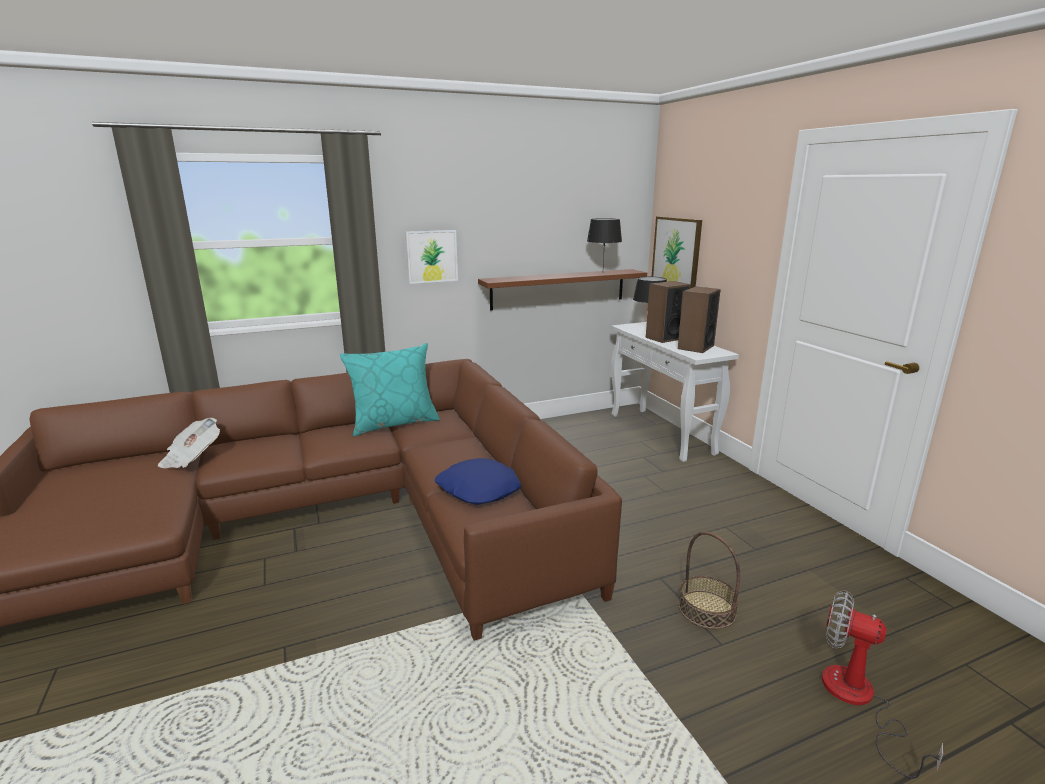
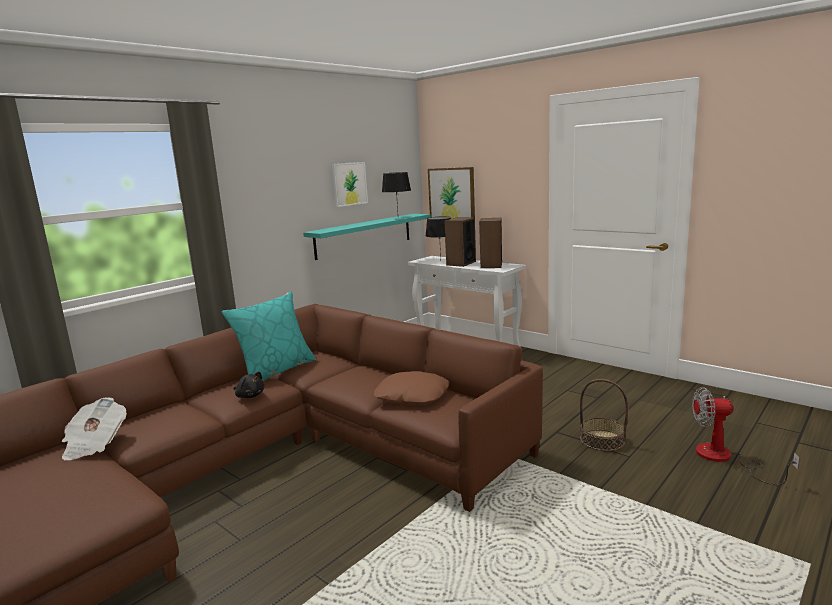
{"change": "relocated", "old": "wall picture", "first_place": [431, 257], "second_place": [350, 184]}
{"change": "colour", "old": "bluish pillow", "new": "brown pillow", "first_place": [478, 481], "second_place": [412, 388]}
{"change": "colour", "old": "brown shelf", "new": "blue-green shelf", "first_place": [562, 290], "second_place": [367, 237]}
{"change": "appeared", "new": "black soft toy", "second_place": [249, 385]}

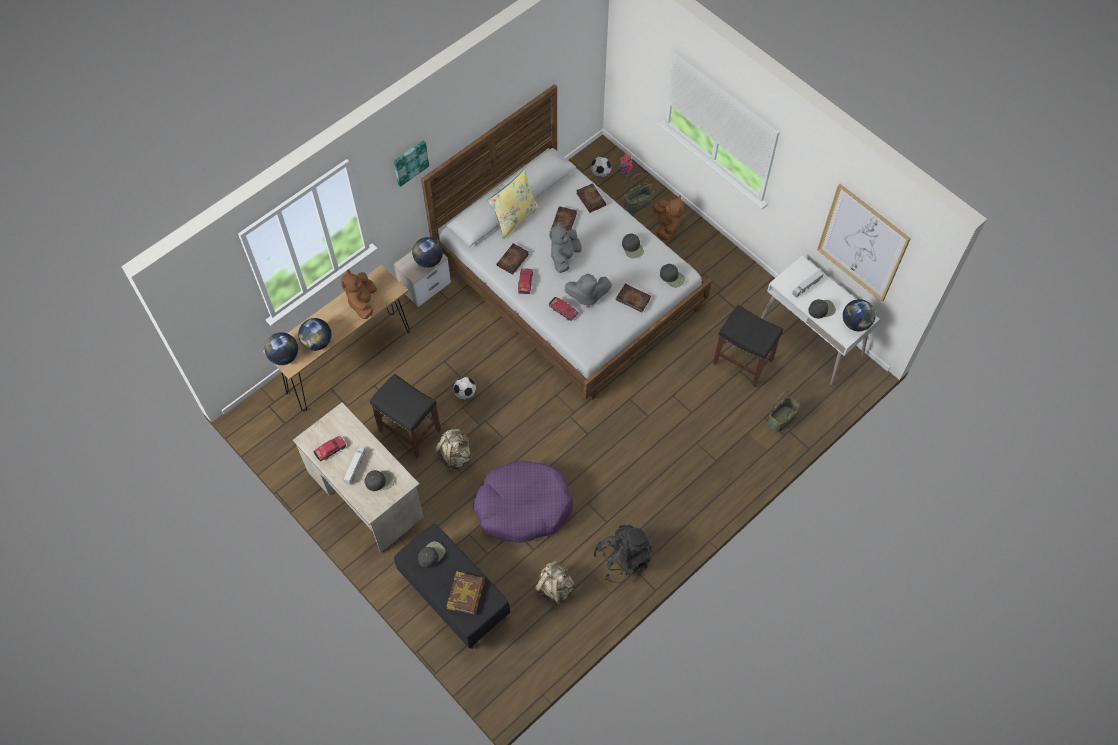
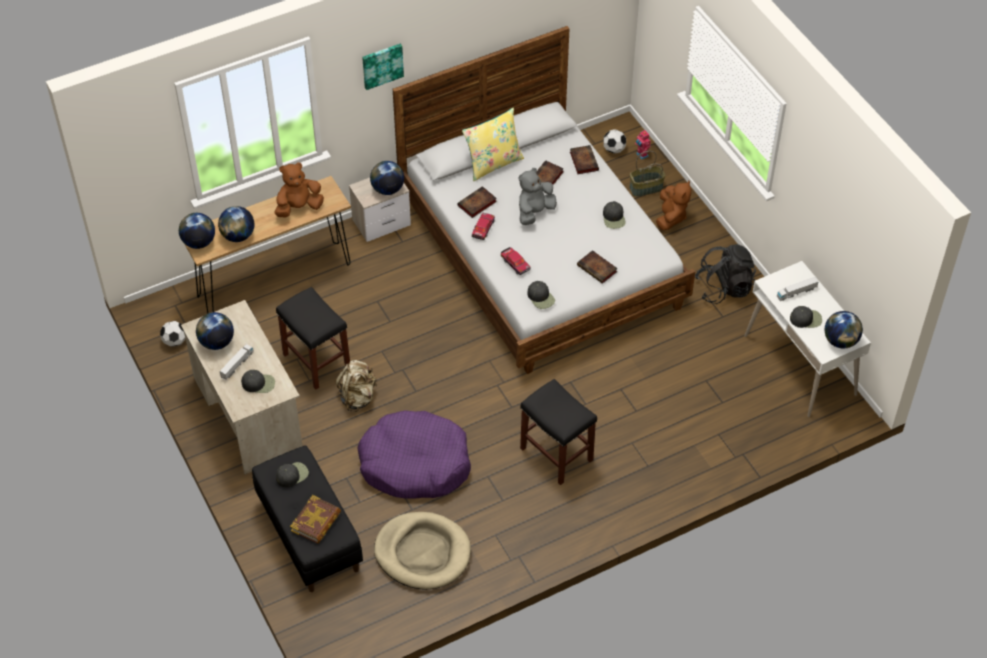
{"change": "exchanged", "old": "miniature car", "new": "world globe", "first_place": [330, 448], "second_place": [215, 331]}
{"change": "spun", "old": "brown soft toy", "first_place": [359, 294], "second_place": [299, 190], "degrees": 45}
{"change": "relocated", "old": "ball for football", "first_place": [464, 388], "second_place": [172, 334]}
{"change": "exchanged", "old": "beige rucksack", "new": "beige pet bed", "first_place": [554, 584], "second_place": [422, 551]}
{"change": "missing", "old": "gray soft toy", "first_place": [588, 291]}
{"change": "relocated", "old": "black rucksack", "first_place": [622, 554], "second_place": [725, 274]}
{"change": "relocated", "old": "black cap", "first_place": [672, 276], "second_place": [541, 295]}
{"change": "relocated", "old": "black sitting stool", "first_place": [748, 346], "second_place": [558, 432]}
{"change": "missing", "old": "storage basket", "first_place": [784, 411]}
{"change": "missing", "old": "wall picture", "first_place": [864, 243]}

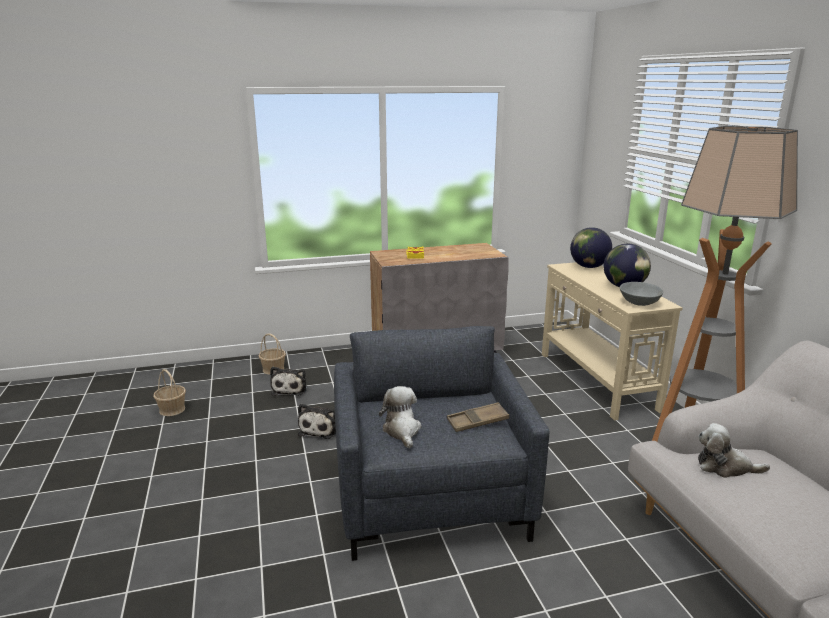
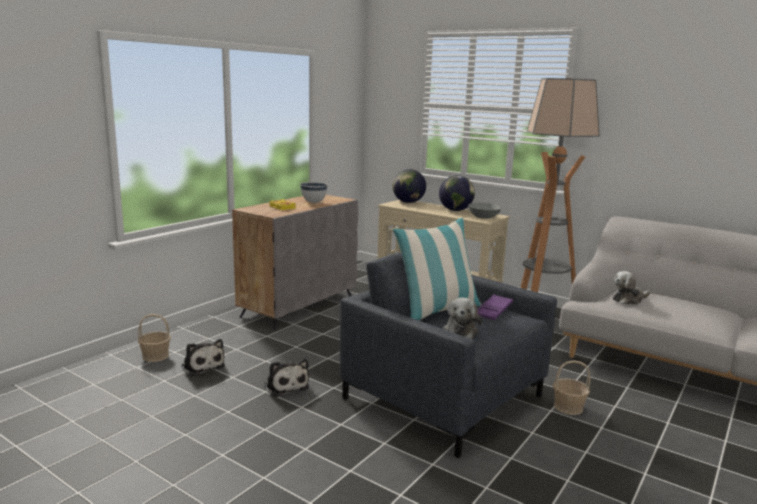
{"change": "relocated", "old": "storage basket", "first_place": [169, 392], "second_place": [572, 387]}
{"change": "spun", "old": "soft toy", "first_place": [400, 417], "second_place": [462, 318], "degrees": -120}
{"change": "colour", "old": "brown carrying tray", "new": "purple carrying tray", "first_place": [478, 417], "second_place": [495, 307]}
{"change": "appeared", "new": "white bowl", "second_place": [314, 192]}
{"change": "appeared", "new": "pillow", "second_place": [437, 269]}

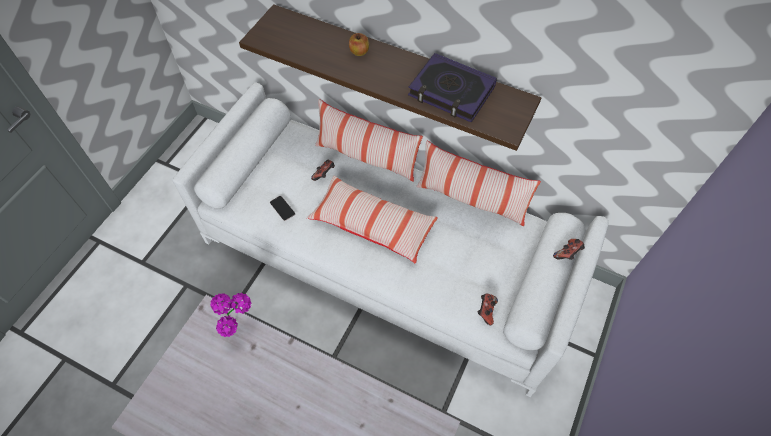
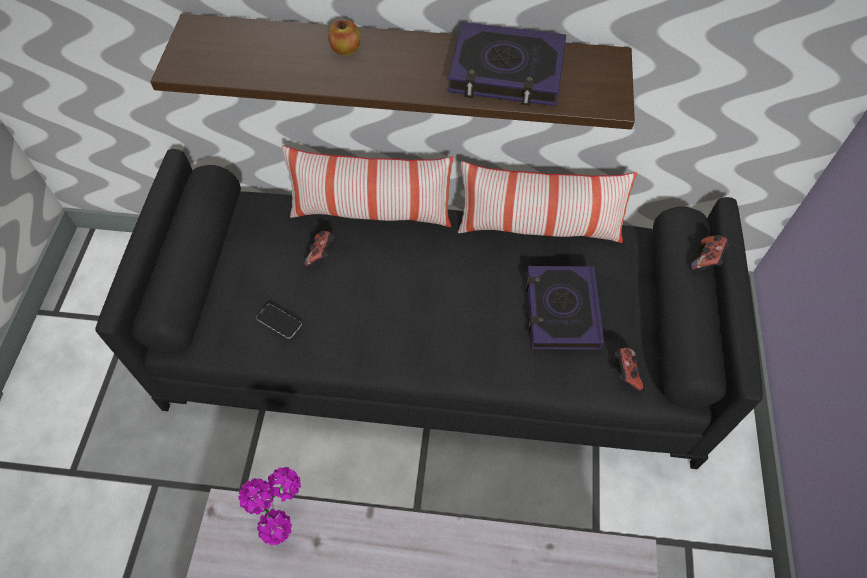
{"change": "colour", "old": "white sofa", "new": "black sofa", "first_place": [390, 240], "second_place": [429, 309]}
{"change": "missing", "old": "pillow", "first_place": [372, 220]}
{"change": "appeared", "new": "volume", "second_place": [565, 308]}

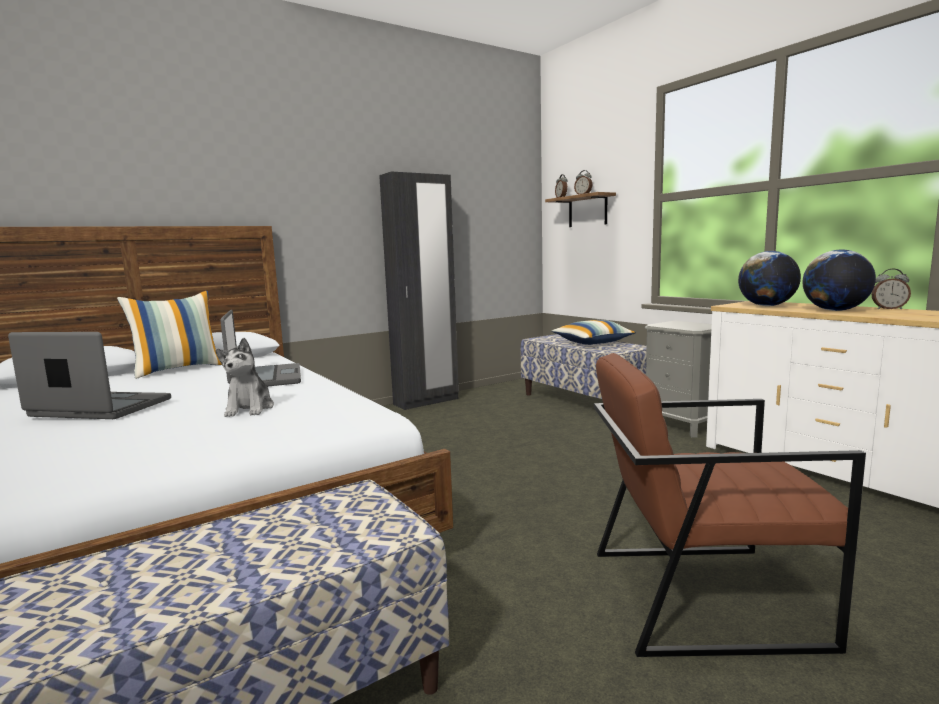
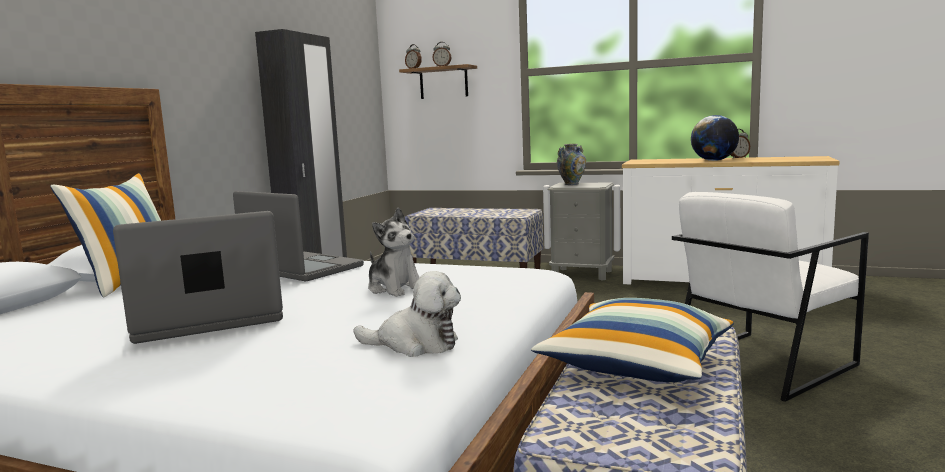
{"change": "relocated", "old": "pillow", "first_place": [594, 332], "second_place": [632, 340]}
{"change": "colour", "old": "brown lounge chair", "new": "white lounge chair", "first_place": [730, 505], "second_place": [770, 297]}
{"change": "missing", "old": "world globe", "first_place": [769, 278]}
{"change": "appeared", "new": "soft toy", "second_place": [407, 314]}
{"change": "appeared", "new": "decorative vase", "second_place": [571, 164]}

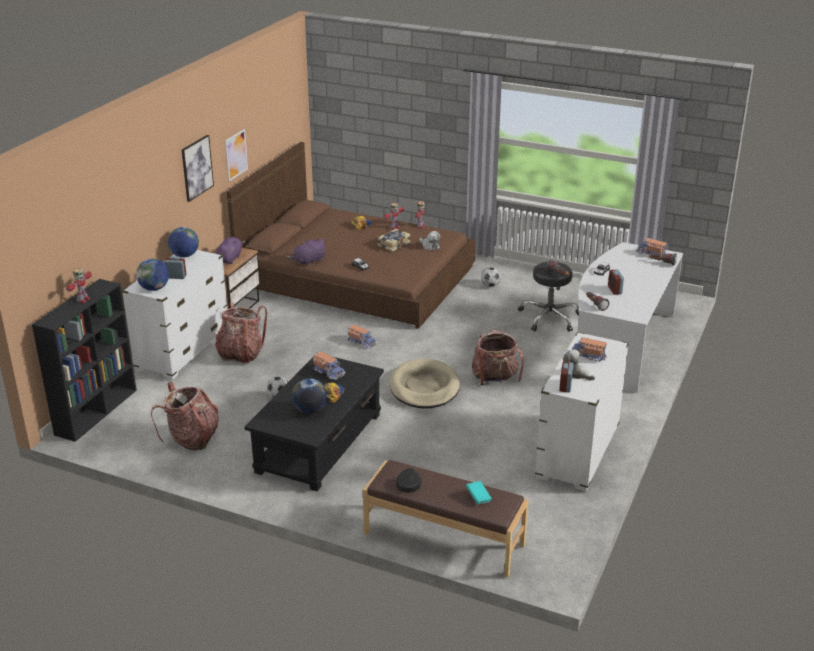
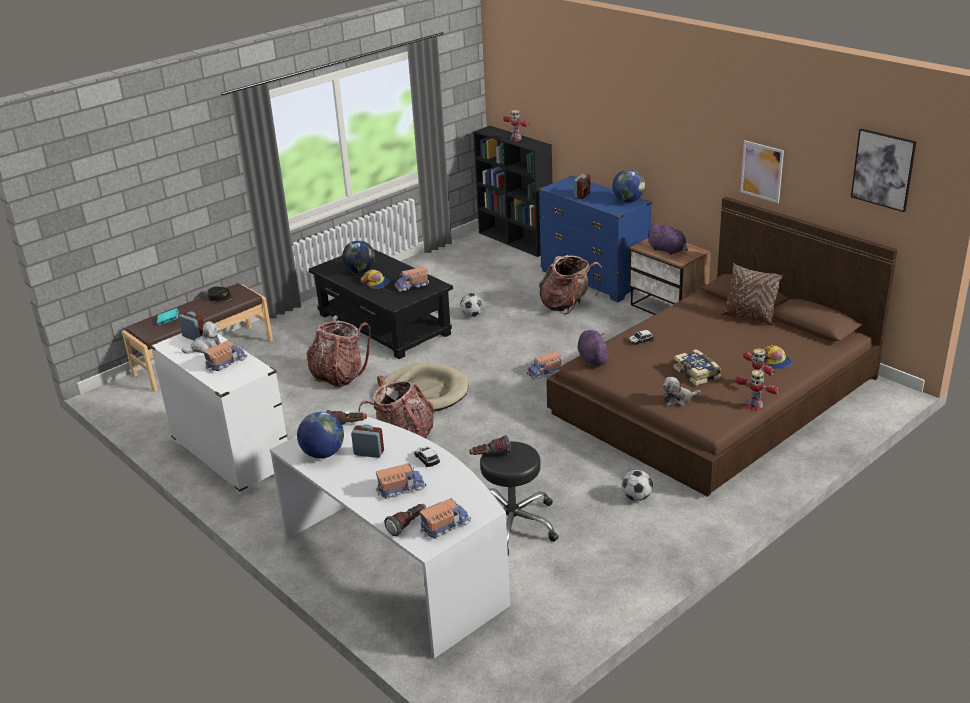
{"change": "colour", "old": "white drawer chest", "new": "bluish drawer chest", "first_place": [175, 315], "second_place": [595, 238]}
{"change": "relocated", "old": "world globe", "first_place": [152, 275], "second_place": [320, 435]}
{"change": "relocated", "old": "rucksack", "first_place": [185, 416], "second_place": [338, 351]}
{"change": "relocated", "old": "wall picture", "first_place": [198, 168], "second_place": [883, 170]}
{"change": "relocated", "old": "purple soft toy", "first_place": [306, 252], "second_place": [593, 348]}
{"change": "appeared", "new": "toy lorry", "second_place": [401, 481]}
{"change": "appeared", "new": "brown pillow", "second_place": [752, 294]}

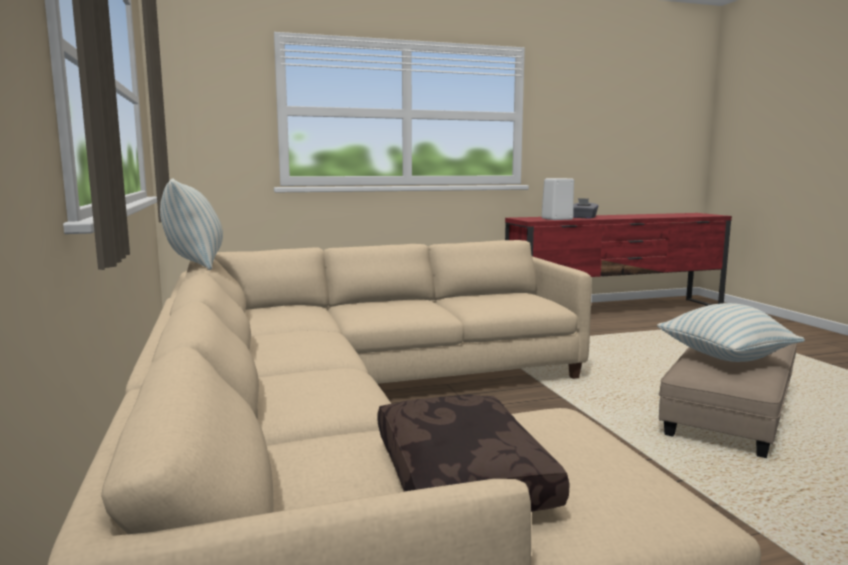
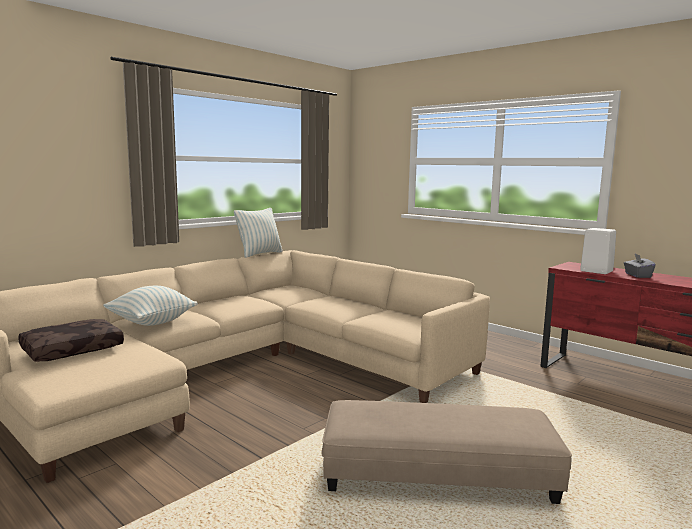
{"change": "relocated", "old": "pillow", "first_place": [731, 332], "second_place": [150, 306]}

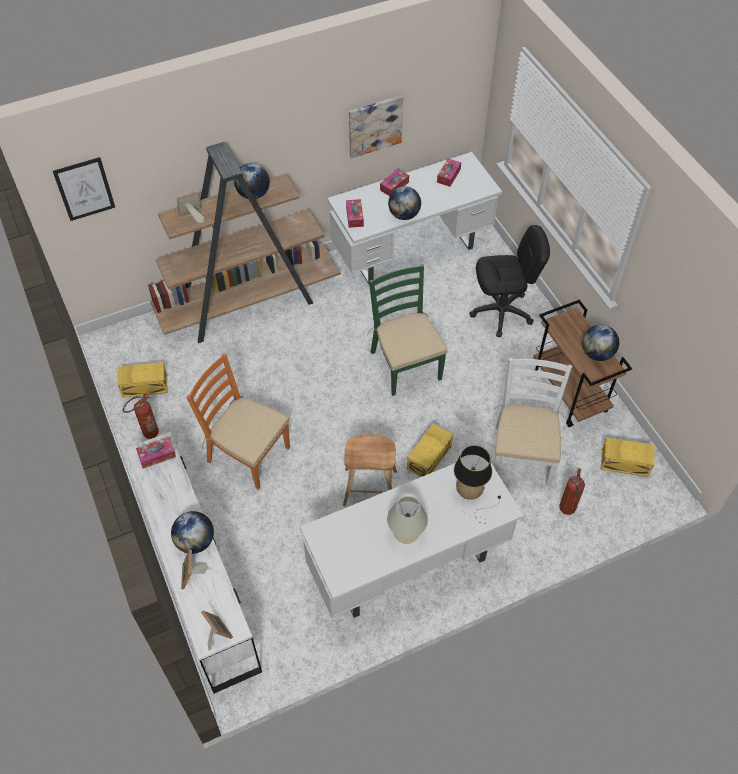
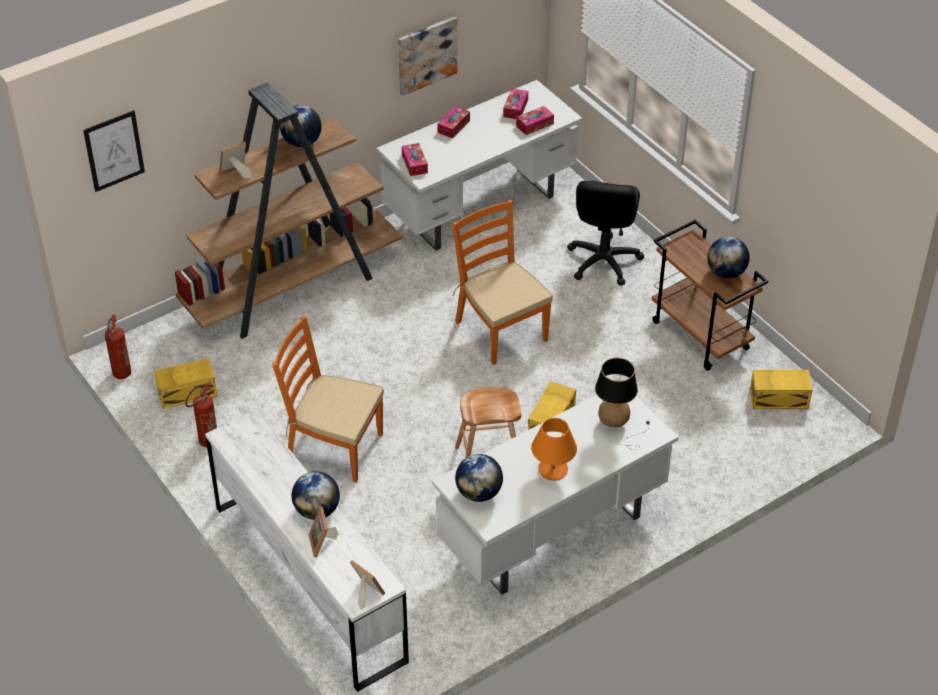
{"change": "relocated", "old": "tissue holder", "first_place": [156, 452], "second_place": [535, 120]}
{"change": "colour", "old": "greenish upright chair", "new": "orange-coloured upright chair", "first_place": [407, 330], "second_place": [502, 282]}
{"change": "colour", "old": "beige tabletop lamp", "new": "orange-coloured tabletop lamp", "first_place": [407, 520], "second_place": [554, 449]}
{"change": "relocated", "old": "world globe", "first_place": [404, 203], "second_place": [479, 478]}
{"change": "spun", "old": "black office chair", "first_place": [509, 281], "second_place": [605, 233], "degrees": 120}
{"change": "missing", "old": "white upright chair", "first_place": [533, 422]}
{"change": "relocated", "old": "fire-fighting cylinder", "first_place": [572, 491], "second_place": [118, 347]}

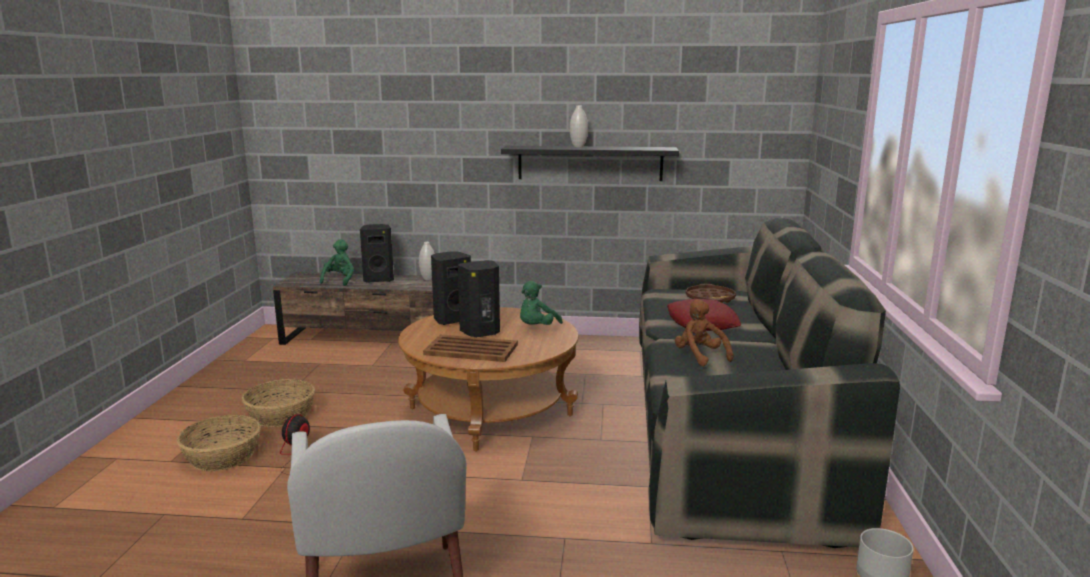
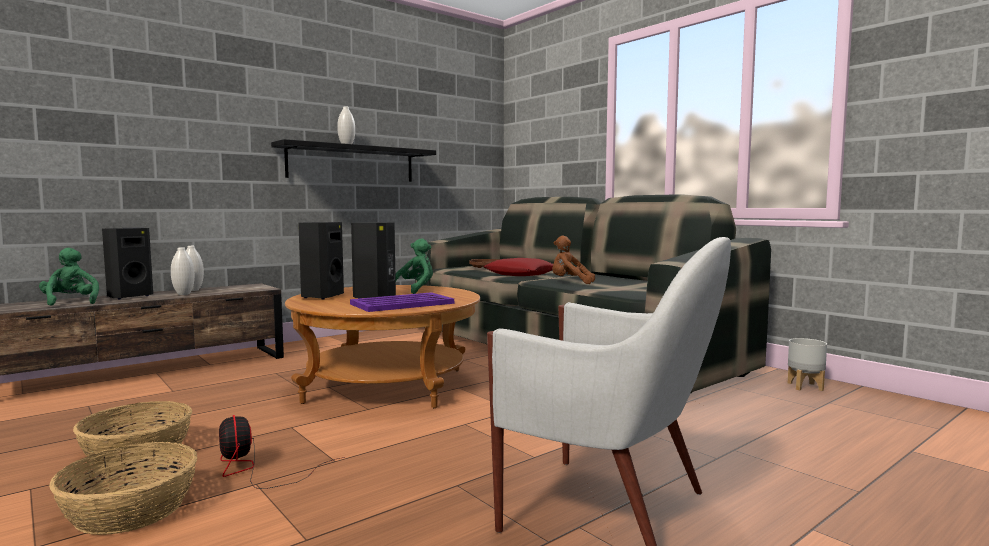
{"change": "colour", "old": "brown carrying tray", "new": "purple carrying tray", "first_place": [470, 348], "second_place": [402, 302]}
{"change": "spun", "old": "greenish soft toy", "first_place": [541, 303], "second_place": [414, 266], "degrees": -135}
{"change": "appeared", "new": "white decorative vase", "second_place": [183, 271]}

